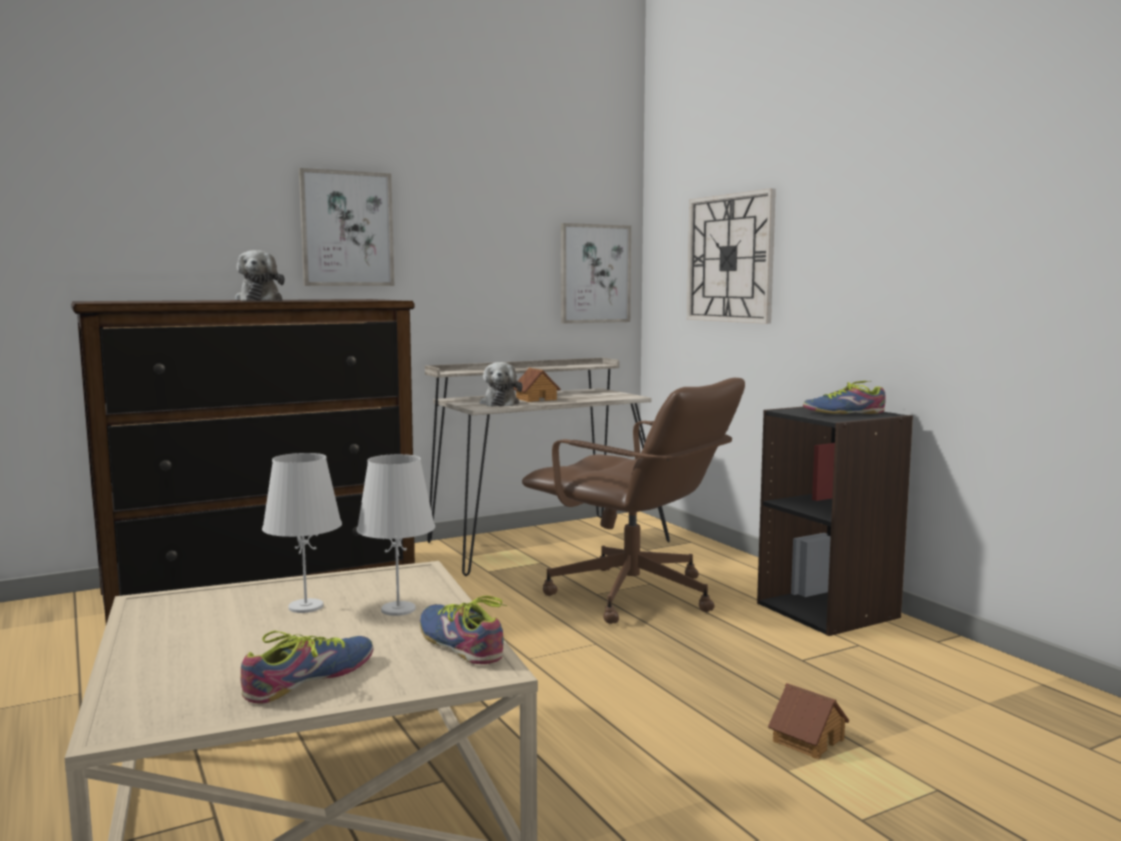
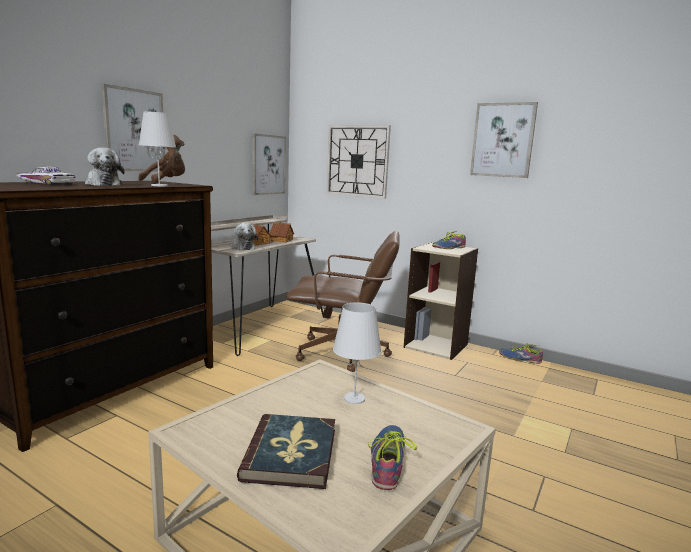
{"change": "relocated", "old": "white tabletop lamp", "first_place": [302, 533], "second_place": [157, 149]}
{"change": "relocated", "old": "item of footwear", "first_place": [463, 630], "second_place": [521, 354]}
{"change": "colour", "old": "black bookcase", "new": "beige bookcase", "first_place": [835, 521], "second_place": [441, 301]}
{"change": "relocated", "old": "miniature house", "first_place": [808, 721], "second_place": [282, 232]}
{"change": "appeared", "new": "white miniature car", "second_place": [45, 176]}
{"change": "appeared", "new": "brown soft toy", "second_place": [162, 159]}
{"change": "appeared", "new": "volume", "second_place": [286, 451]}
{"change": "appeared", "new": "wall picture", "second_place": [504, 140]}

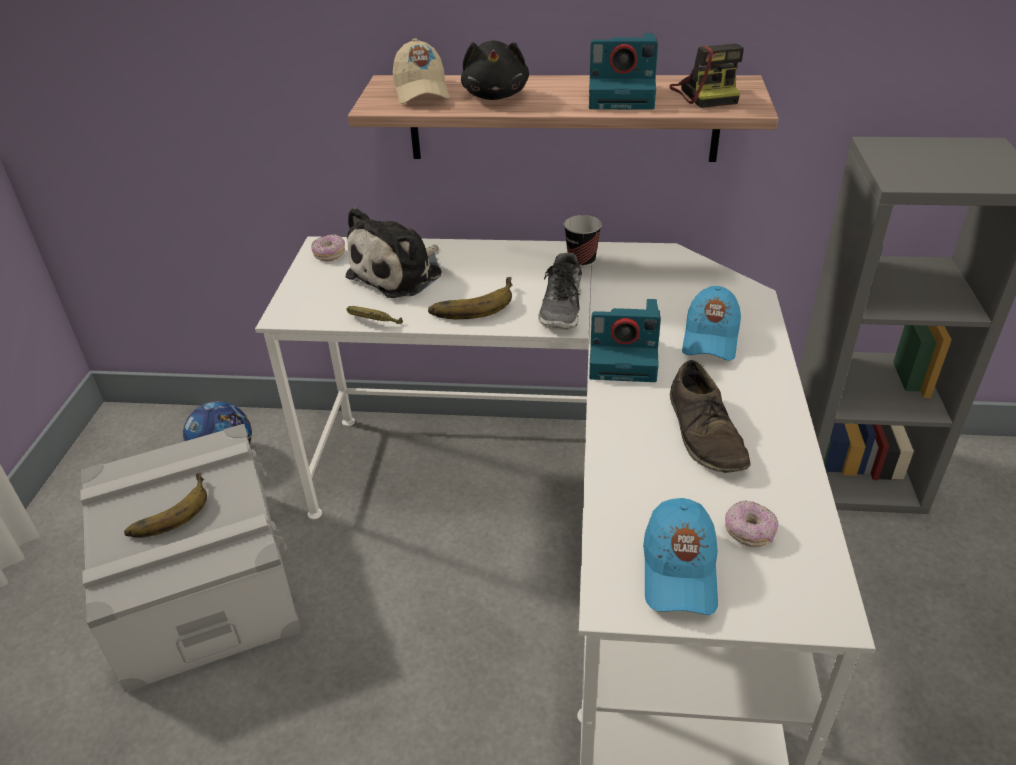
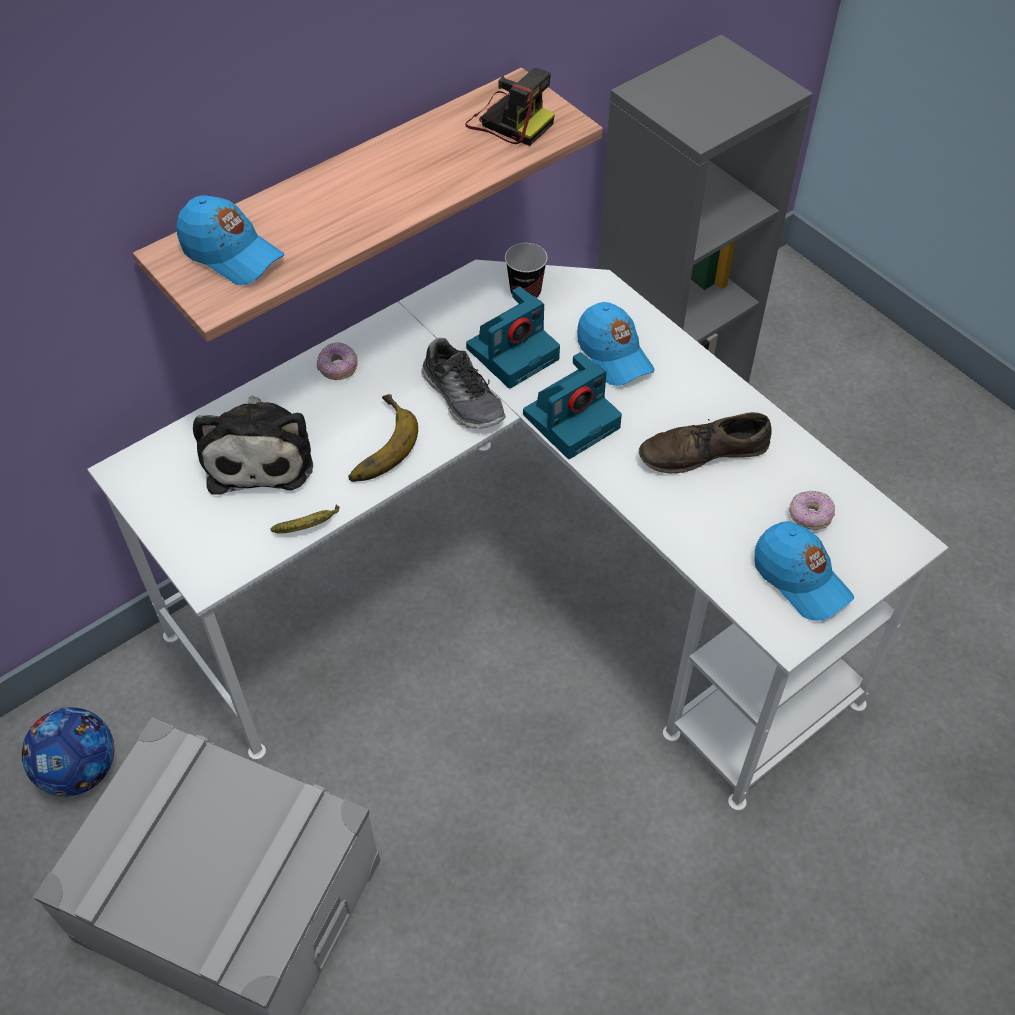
{"change": "missing", "old": "banana fruit", "first_place": [165, 505]}
{"change": "relocated", "old": "doughnut", "first_place": [328, 248], "second_place": [337, 361]}
{"change": "colour", "old": "beige cap", "new": "bluish cap", "first_place": [421, 71], "second_place": [230, 240]}
{"change": "missing", "old": "black soft toy", "first_place": [495, 70]}
{"change": "relocated", "old": "drinking cup", "first_place": [583, 241], "second_place": [526, 270]}
{"change": "relocated", "old": "photo camera", "first_place": [623, 71], "second_place": [513, 337]}
{"change": "spun", "old": "brown item of footwear", "first_place": [710, 416], "second_place": [705, 443], "degrees": 135}

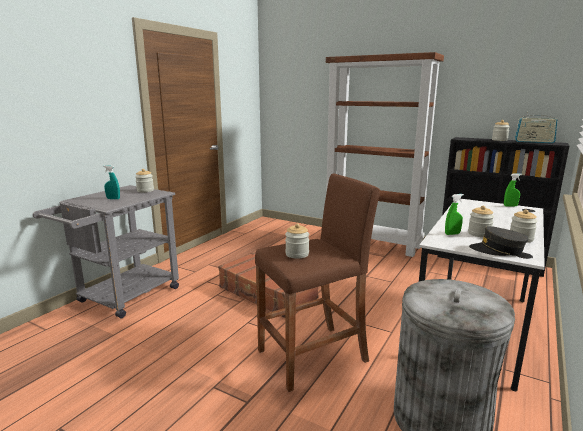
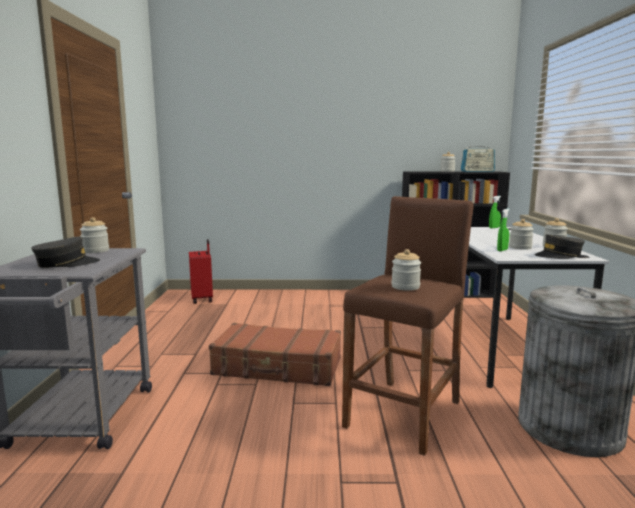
{"change": "exchanged", "old": "blue-green spray bottle", "new": "gray cap", "first_place": [111, 182], "second_place": [65, 252]}
{"change": "missing", "old": "brown bookcase", "first_place": [385, 154]}
{"change": "appeared", "new": "red-coloured piece of luggage", "second_place": [201, 271]}

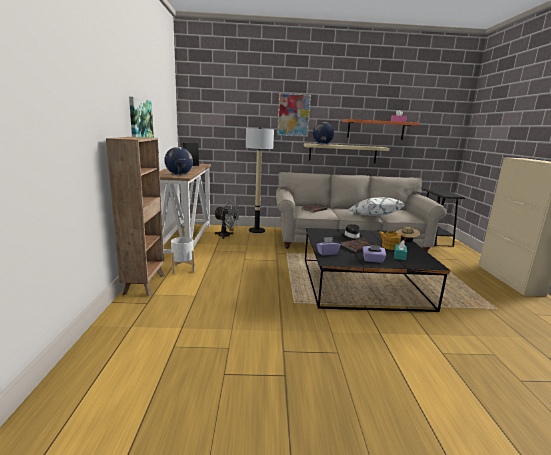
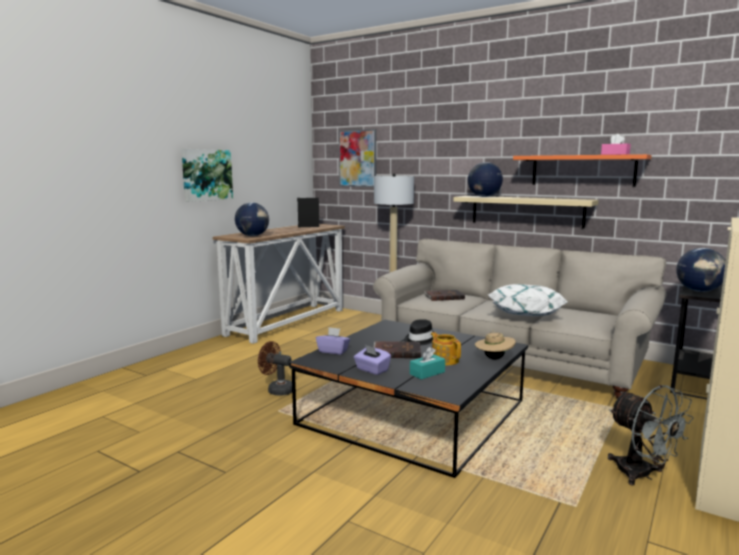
{"change": "missing", "old": "brown bookcase", "first_place": [135, 216]}
{"change": "missing", "old": "white flower pot", "first_place": [183, 255]}
{"change": "relocated", "old": "gray cooling fan", "first_place": [227, 220], "second_place": [651, 435]}
{"change": "relocated", "old": "wall picture", "first_place": [294, 115], "second_place": [357, 158]}
{"change": "appeared", "new": "brown cooling fan", "second_place": [275, 368]}
{"change": "appeared", "new": "world globe", "second_place": [701, 270]}

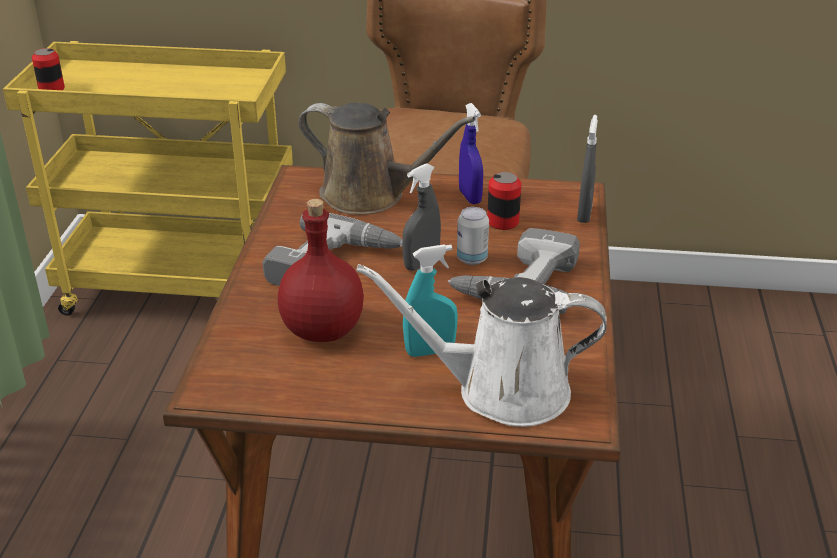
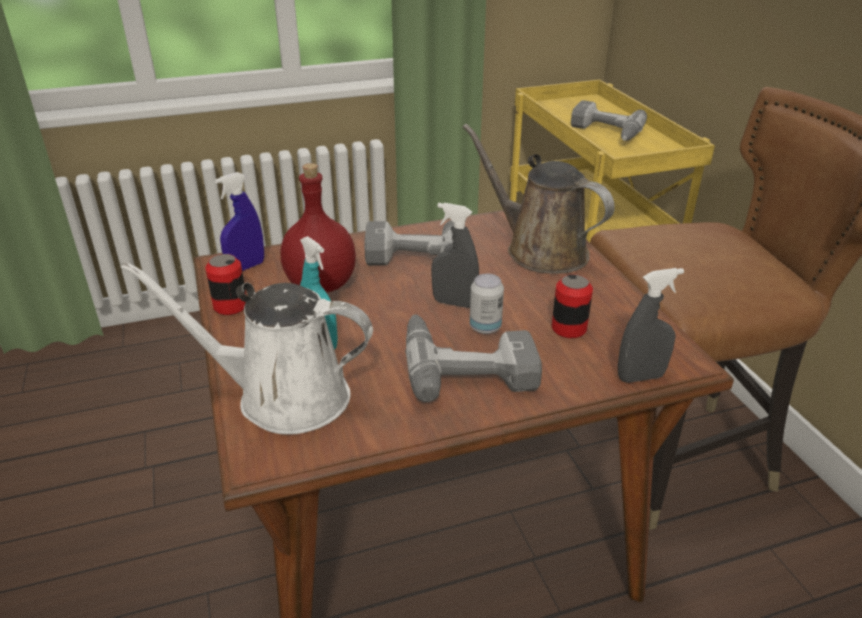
{"change": "relocated", "old": "sealed can", "first_place": [48, 69], "second_place": [225, 284]}
{"change": "spun", "old": "brown sprinkling can", "first_place": [386, 159], "second_place": [539, 199], "degrees": 135}
{"change": "spun", "old": "white sprinkling can", "first_place": [481, 345], "second_place": [246, 348], "degrees": -60}
{"change": "relocated", "old": "bluish spray bottle", "first_place": [471, 153], "second_place": [239, 221]}
{"change": "appeared", "new": "drill", "second_place": [609, 120]}

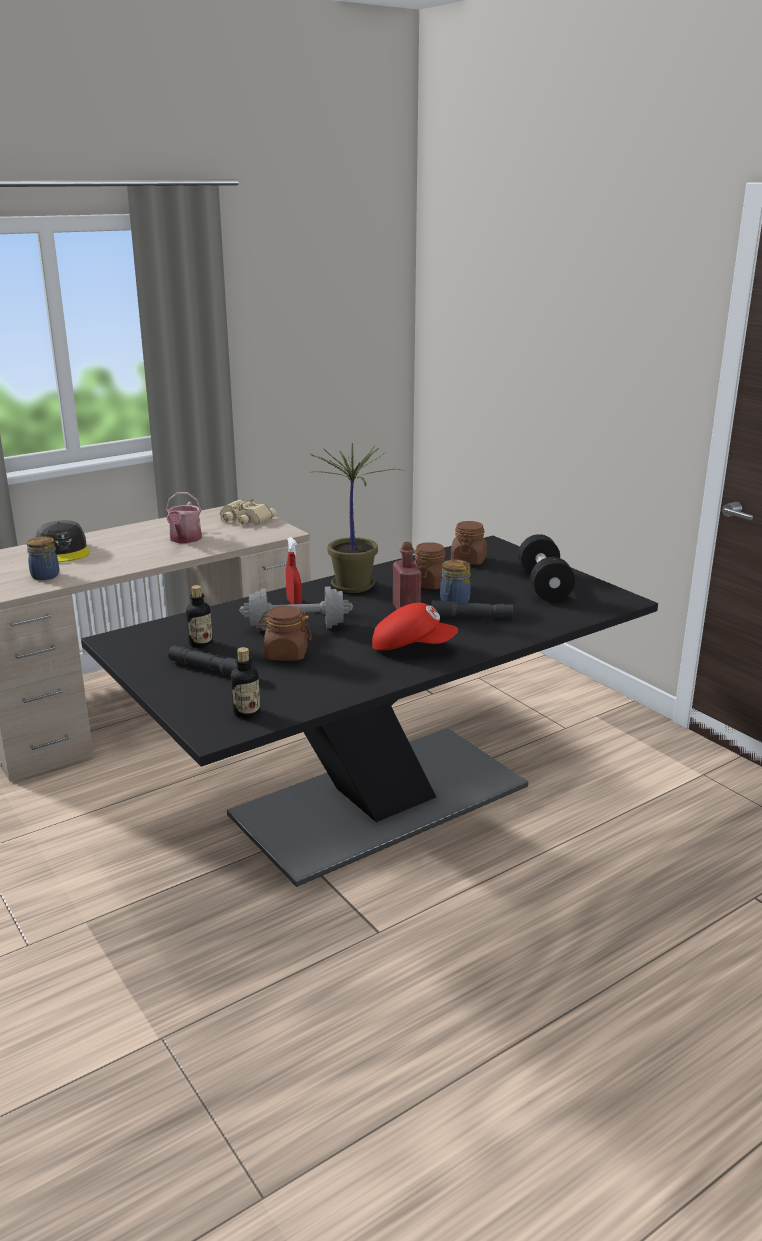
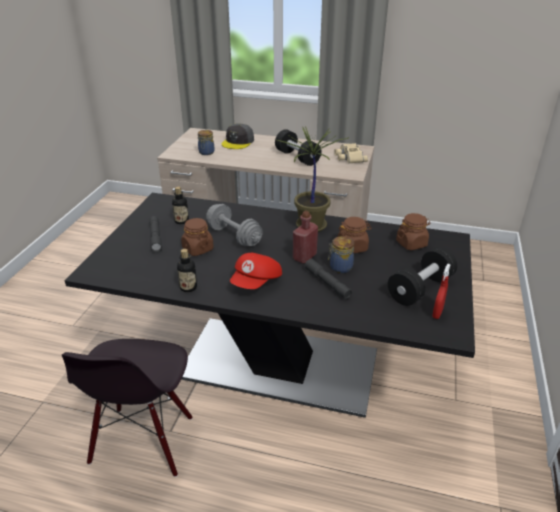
{"change": "exchanged", "old": "sprinkling can", "new": "black dumbbell", "first_place": [184, 517], "second_place": [298, 147]}
{"change": "relocated", "old": "drink bottle", "first_place": [245, 682], "second_place": [187, 270]}
{"change": "relocated", "old": "red-coloured spray bottle", "first_place": [294, 570], "second_place": [441, 291]}
{"change": "spun", "old": "red-coloured cap", "first_place": [415, 627], "second_place": [256, 271], "degrees": 60}
{"change": "appeared", "new": "black upright chair", "second_place": [126, 408]}

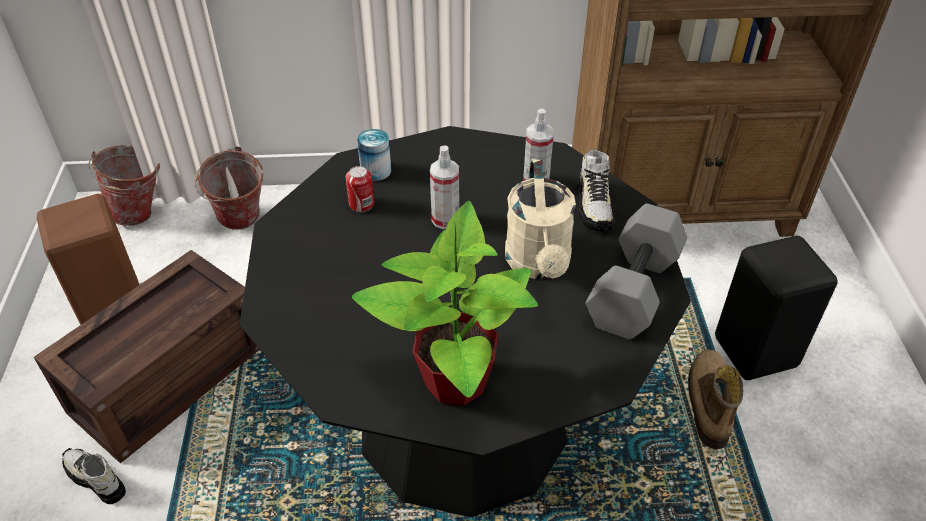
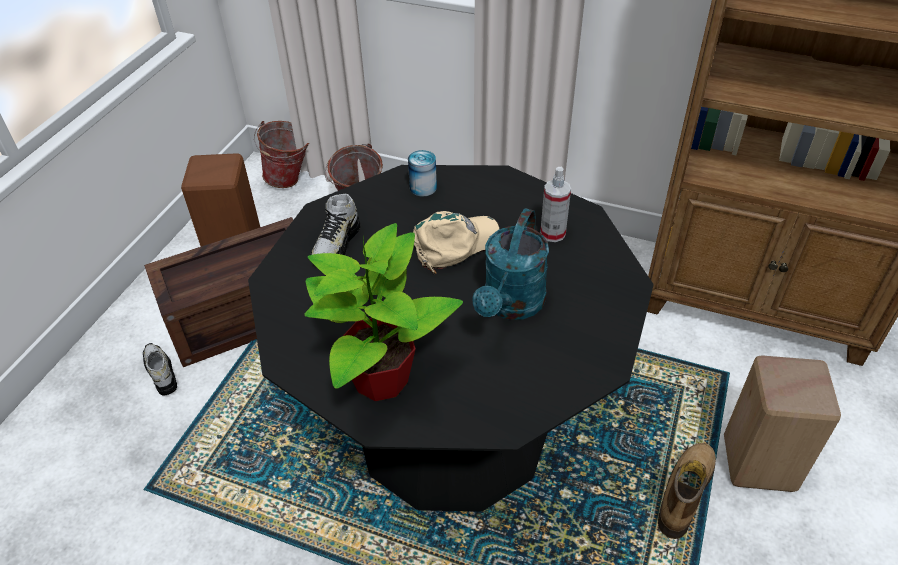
{"change": "missing", "old": "sealed can", "first_place": [360, 189]}
{"change": "exchanged", "old": "spray bottle", "new": "beige cap", "first_place": [444, 187], "second_place": [456, 242]}
{"change": "colour", "old": "beige sprinkling can", "new": "blue-green sprinkling can", "first_place": [540, 219], "second_place": [510, 264]}
{"change": "relocated", "old": "item of footwear", "first_place": [596, 190], "second_place": [335, 224]}
{"change": "missing", "old": "gray dumbbell", "first_place": [636, 271]}
{"change": "colour", "old": "black sitting stool", "new": "beige sitting stool", "first_place": [776, 308], "second_place": [782, 423]}

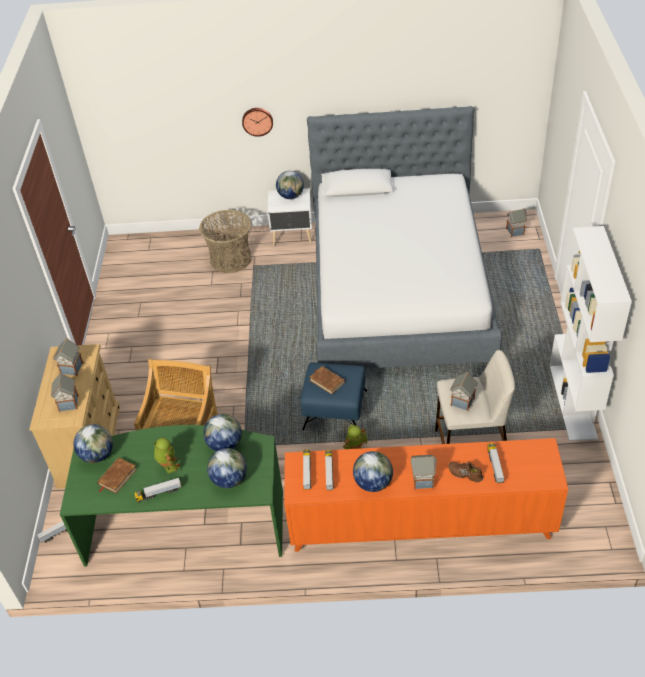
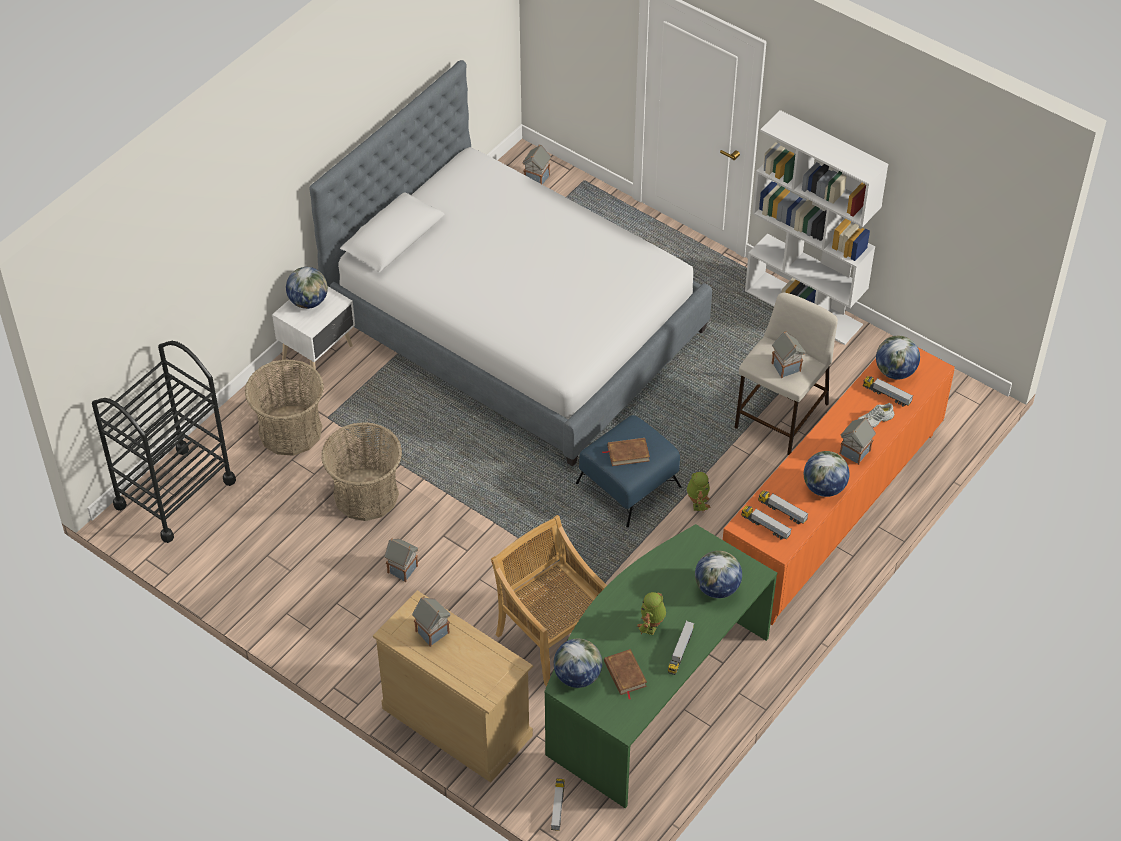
{"change": "relocated", "old": "miniature house", "first_place": [65, 392], "second_place": [401, 560]}
{"change": "spun", "old": "toy robot", "first_place": [167, 456], "second_place": [651, 613], "degrees": -75}
{"change": "relocated", "old": "world globe", "first_place": [222, 432], "second_place": [898, 358]}
{"change": "missing", "old": "hanging clock", "first_place": [257, 122]}
{"change": "colour", "old": "brown item of footwear", "new": "white item of footwear", "first_place": [465, 472], "second_place": [876, 415]}
{"change": "appeared", "new": "black cart", "second_place": [164, 442]}
{"change": "appeared", "new": "storage basket", "second_place": [361, 471]}

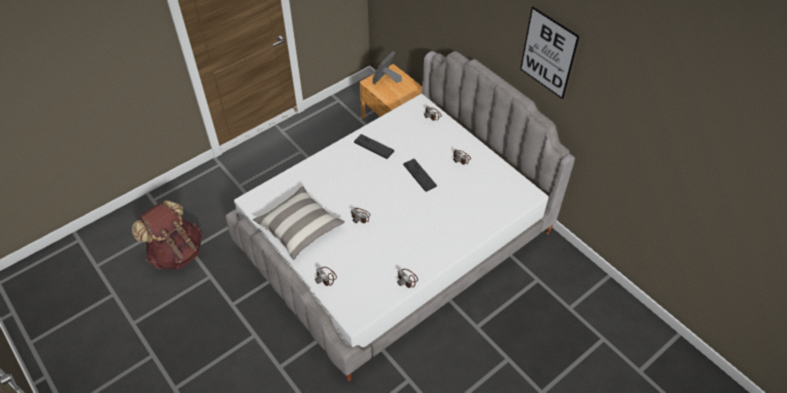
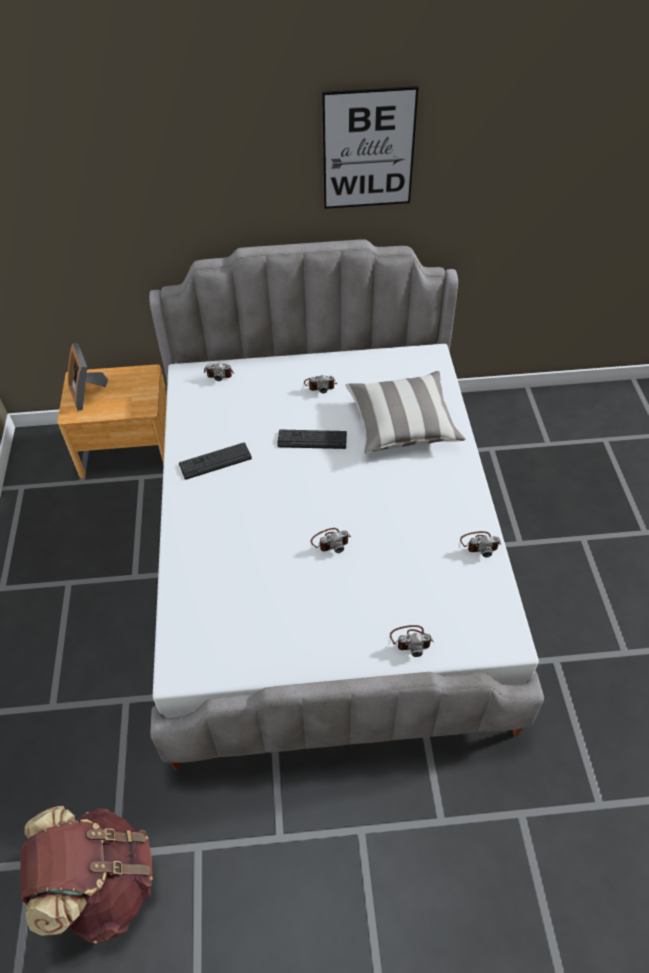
{"change": "relocated", "old": "pillow", "first_place": [298, 223], "second_place": [405, 412]}

